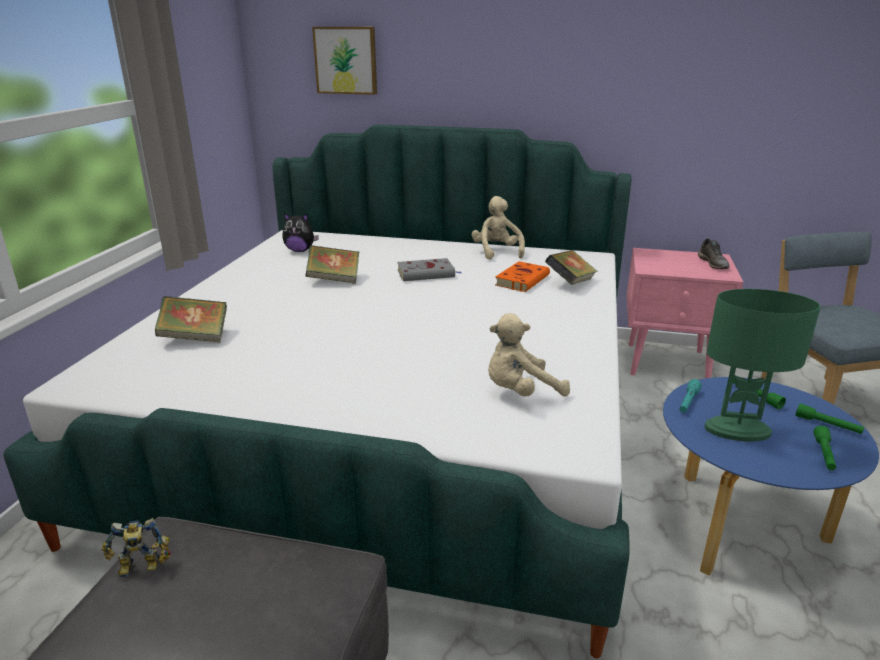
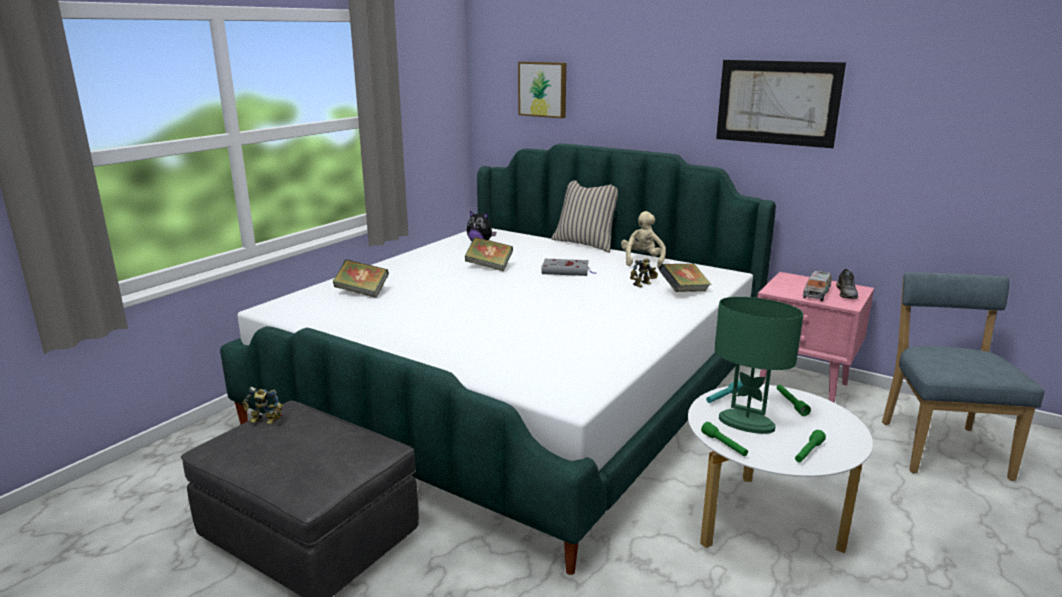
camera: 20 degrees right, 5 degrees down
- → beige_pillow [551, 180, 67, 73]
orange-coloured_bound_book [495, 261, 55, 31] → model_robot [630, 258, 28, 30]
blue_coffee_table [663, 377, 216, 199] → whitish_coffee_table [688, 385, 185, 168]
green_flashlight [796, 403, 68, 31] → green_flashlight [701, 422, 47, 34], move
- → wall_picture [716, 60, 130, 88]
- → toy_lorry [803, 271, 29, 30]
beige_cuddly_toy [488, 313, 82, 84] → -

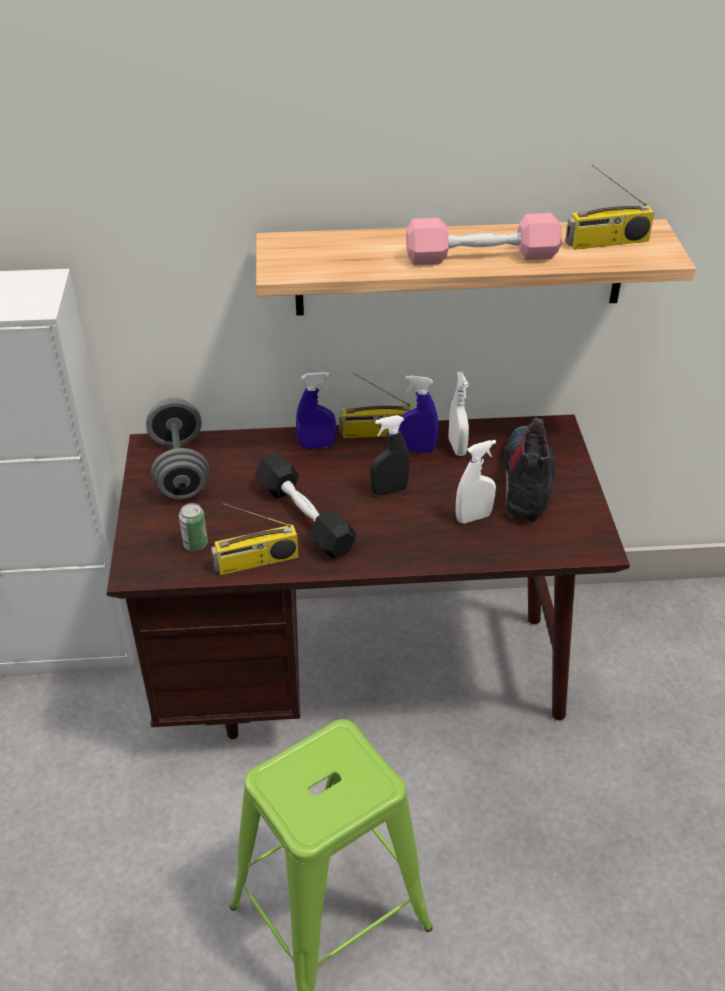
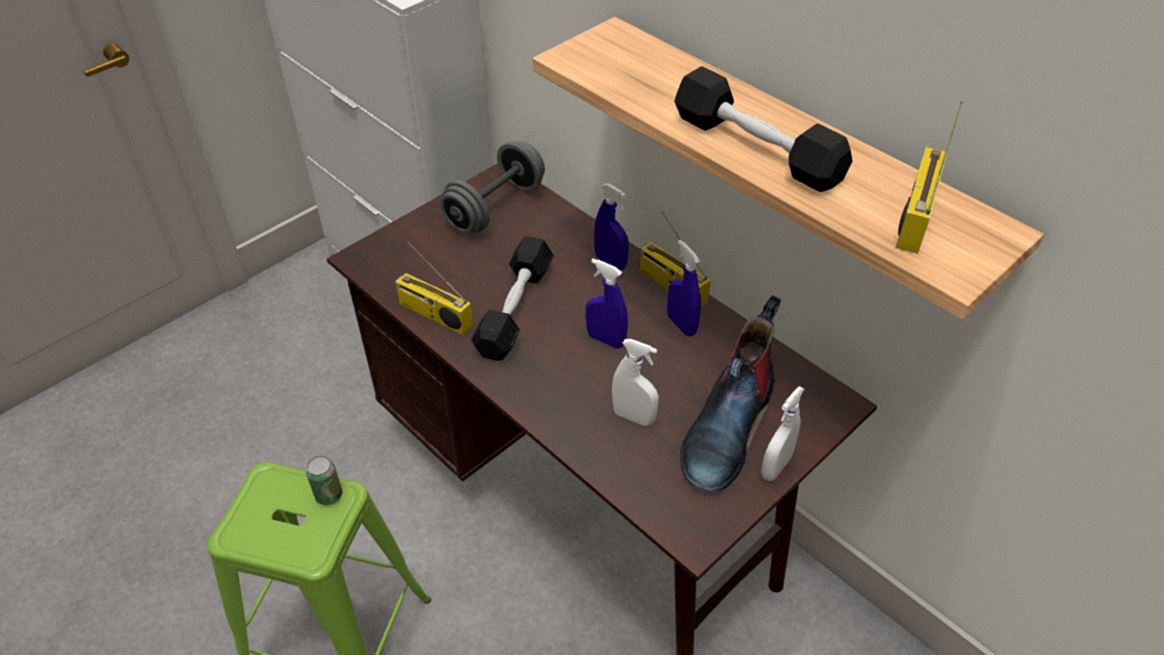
camera: 50 degrees right, 5 degrees up
sealed_can [179, 503, 29, 48] → sealed_can [306, 456, 36, 49], move
black-coloured_hand_sprayer [370, 415, 40, 80] → blue_hand_sprayer [586, 258, 42, 90]
pinkish_hand_weight [406, 213, 156, 52] → black-coloured_hand_weight [674, 66, 178, 126]
boot [504, 418, 51, 105] → boot [680, 295, 101, 197], 150 degrees clockwise
whitish_hand_sprayer [449, 371, 20, 85] → whitish_hand_sprayer [761, 386, 44, 95], move
radio_receiver [565, 165, 89, 85] → radio_receiver [896, 101, 66, 153], 75 degrees clockwise

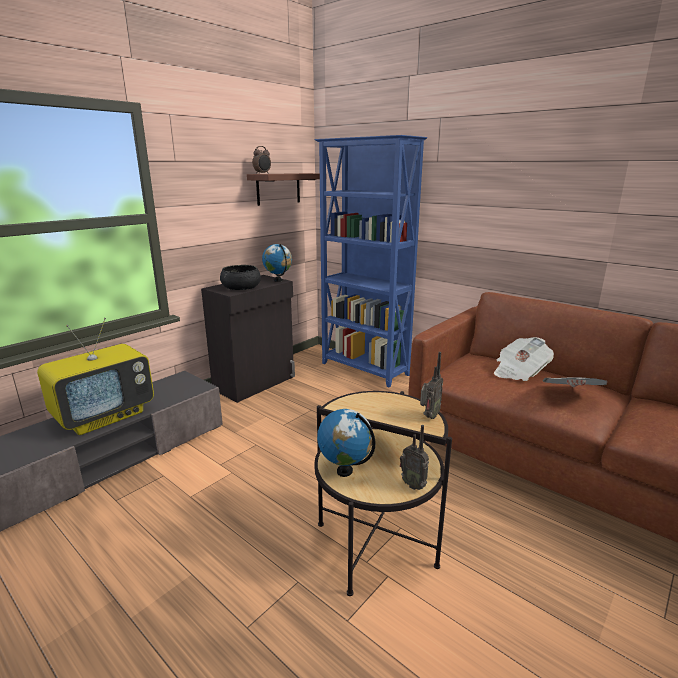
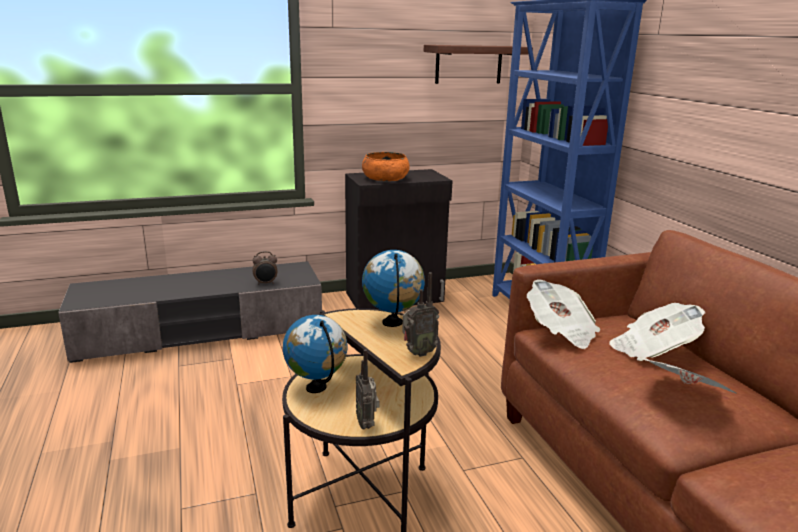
camera: 30 degrees right, 0 degrees up
alarm_clock [252, 146, 19, 28] → alarm_clock [253, 251, 24, 34], move
black-coloured_deep_dish [220, 265, 41, 25] → orange-coloured_deep_dish [362, 152, 48, 29]
desk_globe [262, 244, 30, 38] → desk_globe [362, 250, 63, 77], move
- → printed_paper [527, 279, 74, 70]
TV_set [37, 318, 117, 117] → -

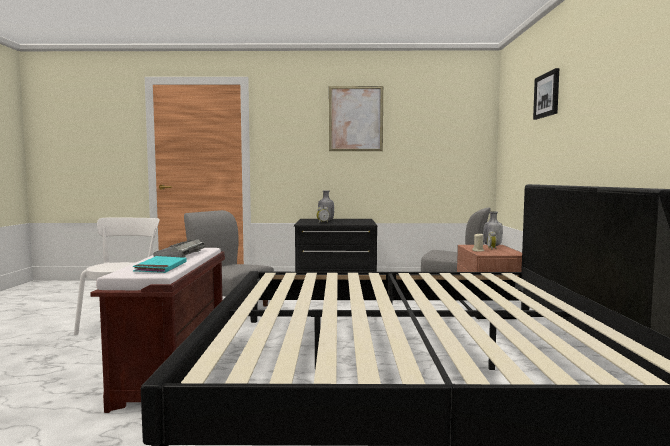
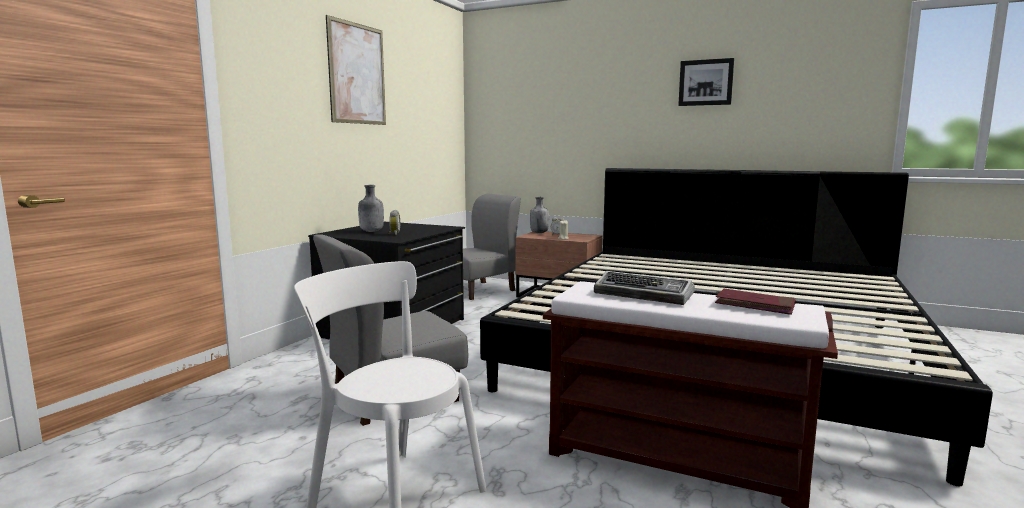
camera: 65 degrees left, 5 degrees up
wall_picture [533, 68, 26, 52] → wall_picture [678, 58, 56, 48], move
blue-green_bound_book [133, 256, 54, 17] → red-coloured_bound_book [715, 289, 81, 26]

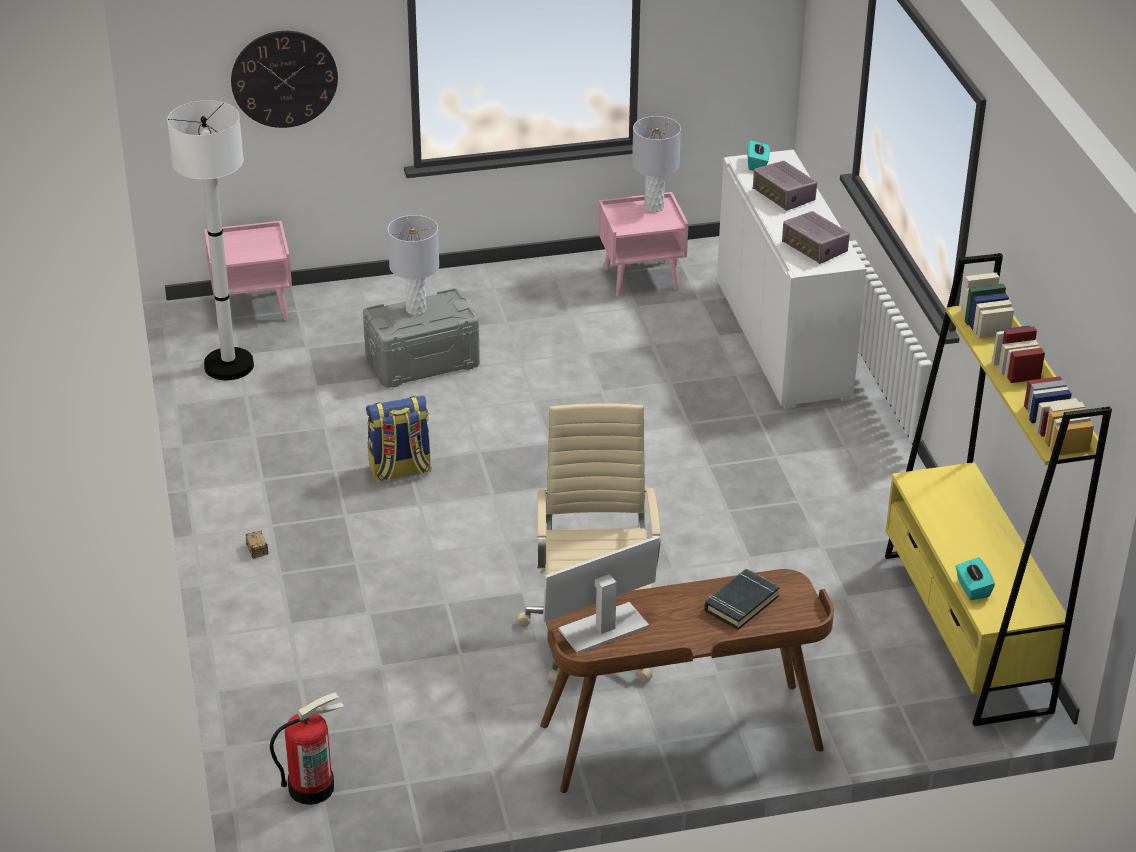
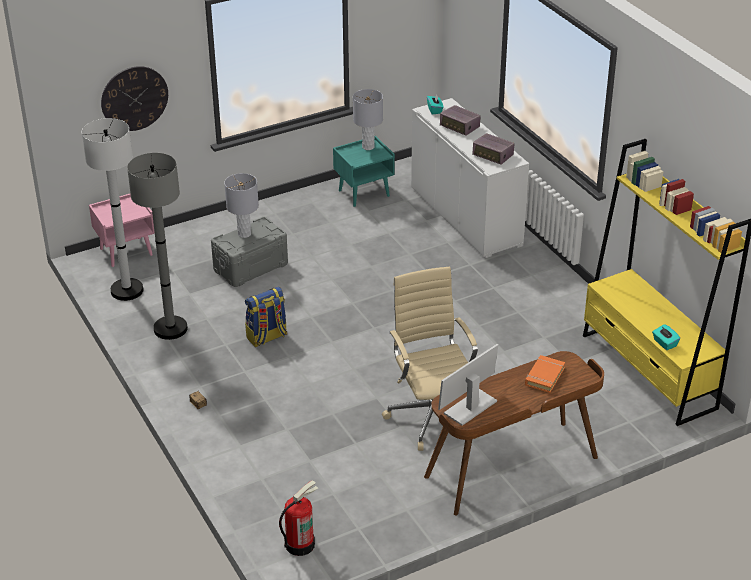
camera: 15 degrees left, 0 degrees up
- → greyish_standard_lamp [127, 153, 61, 187]
pinkish_nightstand [598, 192, 90, 105] → blue-green_nightstand [333, 136, 62, 71]
black-coloured_bound_book [704, 569, 76, 61] → orange-coloured_bound_book [525, 355, 40, 38]

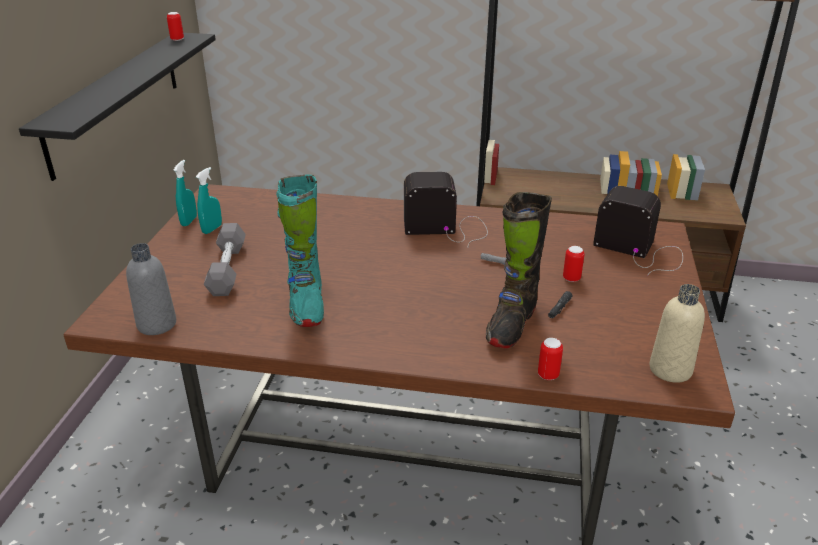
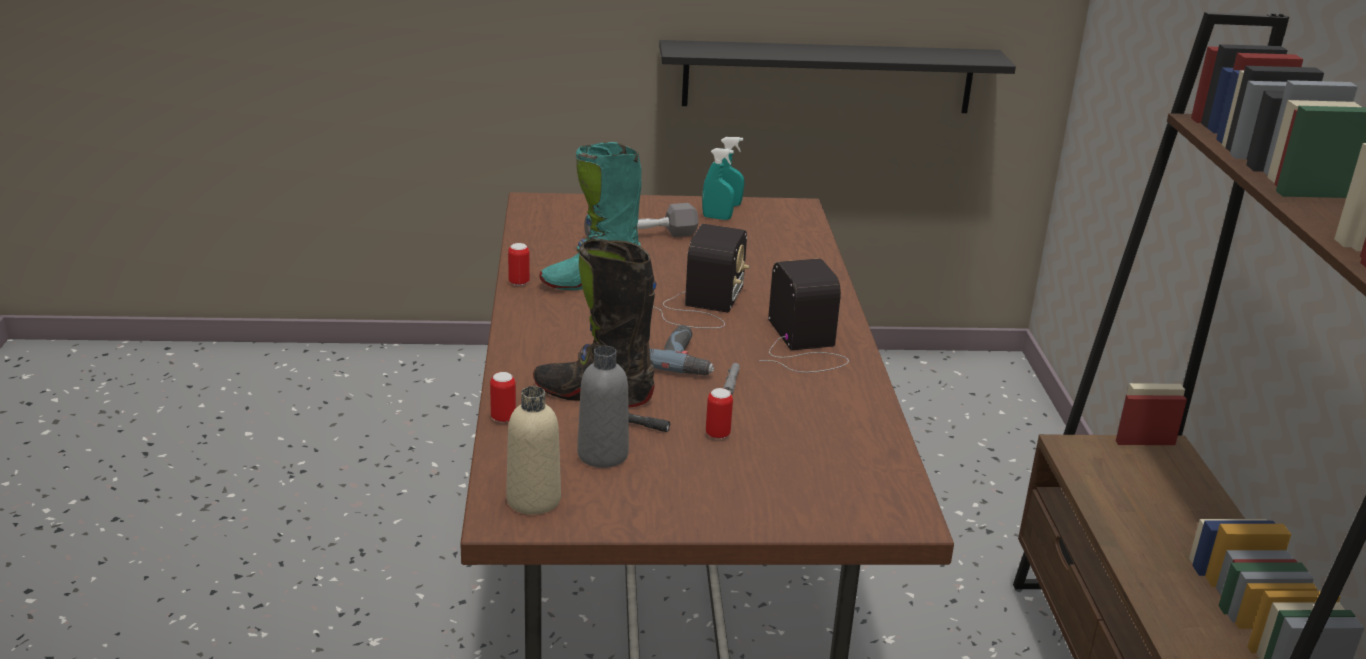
camera: 75 degrees right, 5 degrees down
sealed_can [167, 12, 17, 29] → sealed_can [508, 243, 22, 43], move
greyish_bottle [126, 243, 50, 92] → greyish_bottle [577, 346, 52, 122], move
- → electric_drill [649, 325, 66, 50]
radio_receiver [593, 186, 90, 89] → radio_receiver [653, 224, 97, 105], move

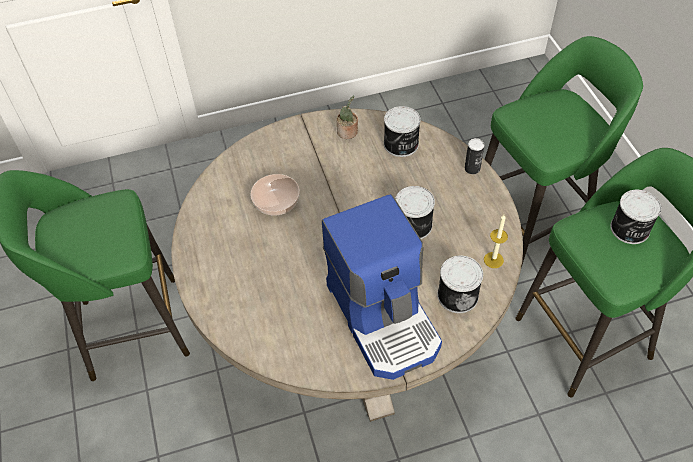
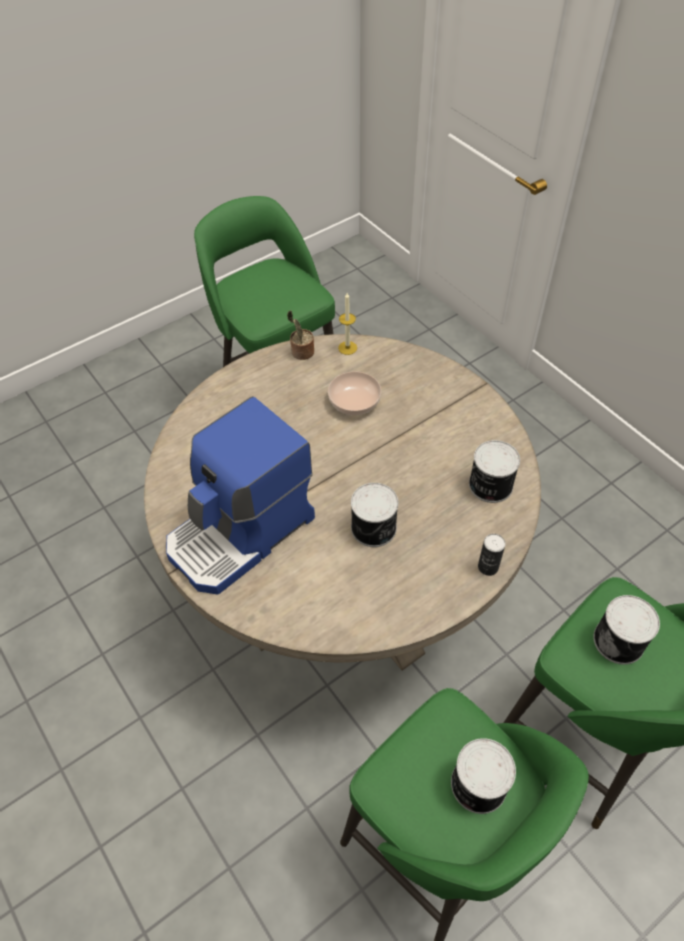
camera: 70 degrees right, 0 degrees up
houseplant [336, 95, 22, 44] → houseplant [287, 310, 27, 50], move
wax_candle [484, 215, 24, 53] → wax_candle [338, 293, 19, 62], move
sealed_can [437, 256, 46, 57] → sealed_can [593, 595, 67, 70], move

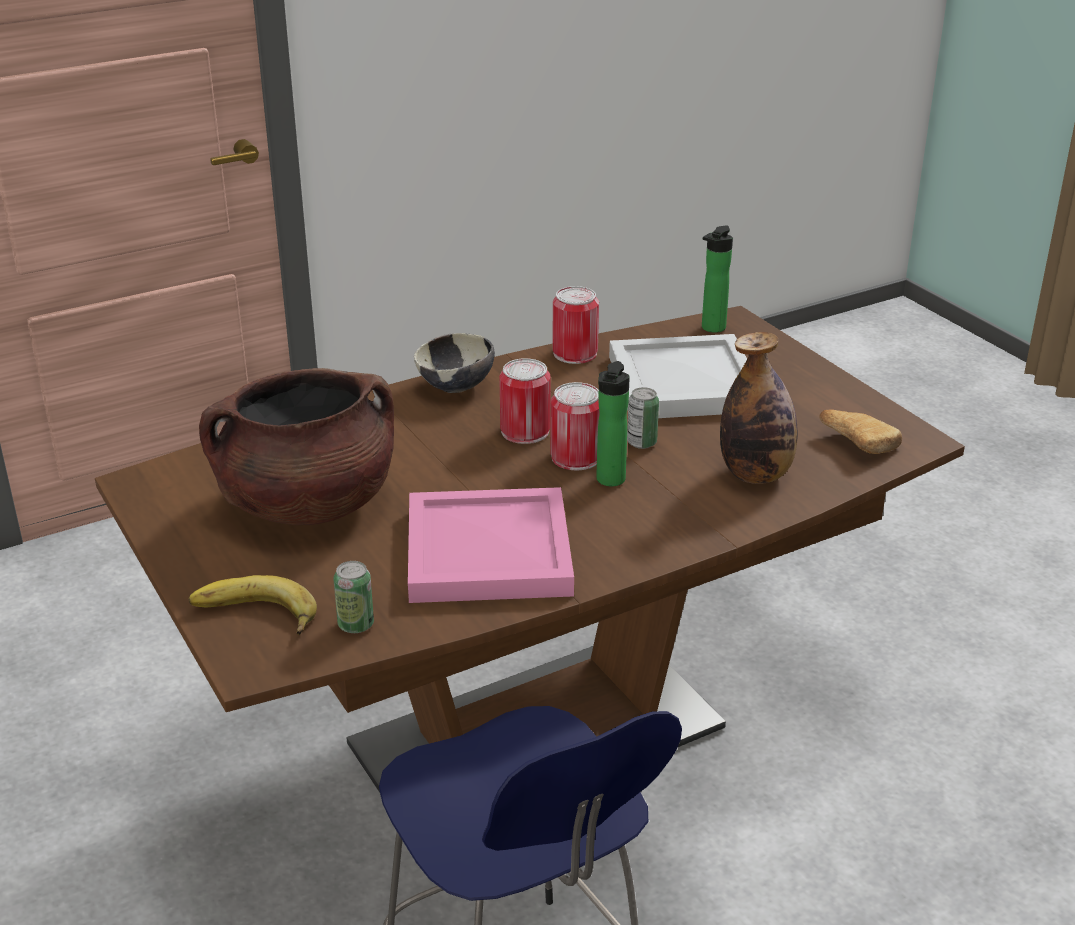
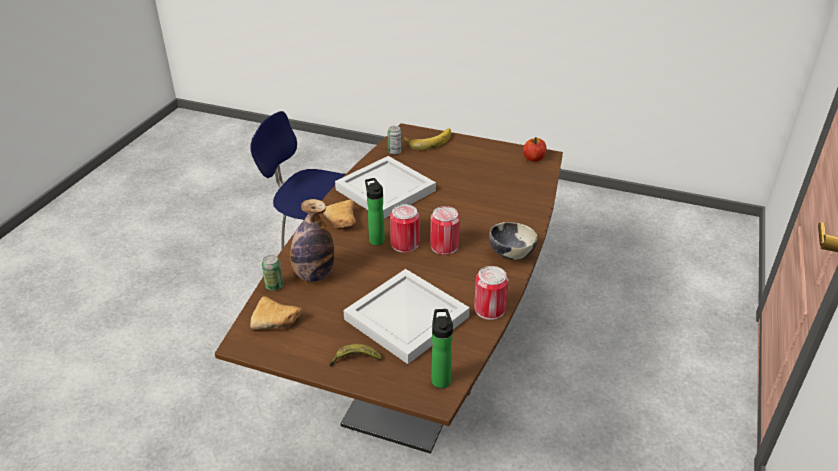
camera: 140 degrees right, 5 degrees up
sealed_can [627, 387, 32, 62] → sealed_can [262, 255, 21, 36], move
- → bakery_bread [323, 200, 33, 28]
- → banana [329, 344, 53, 22]
pinkish_serving_tray [408, 487, 166, 116] → whitish_serving_tray [335, 156, 101, 63]
- → apple_fruit [523, 137, 23, 25]
brown-coloured_saucepot [199, 368, 195, 157] → -

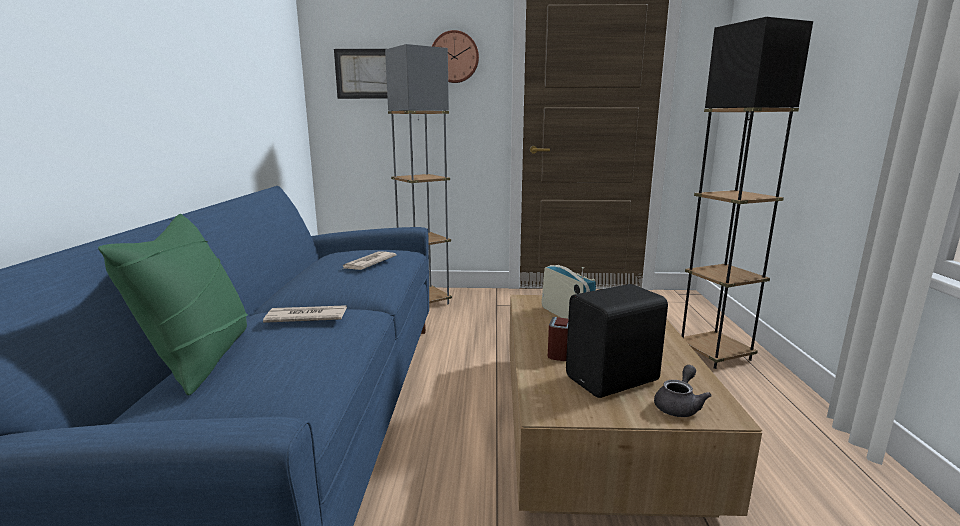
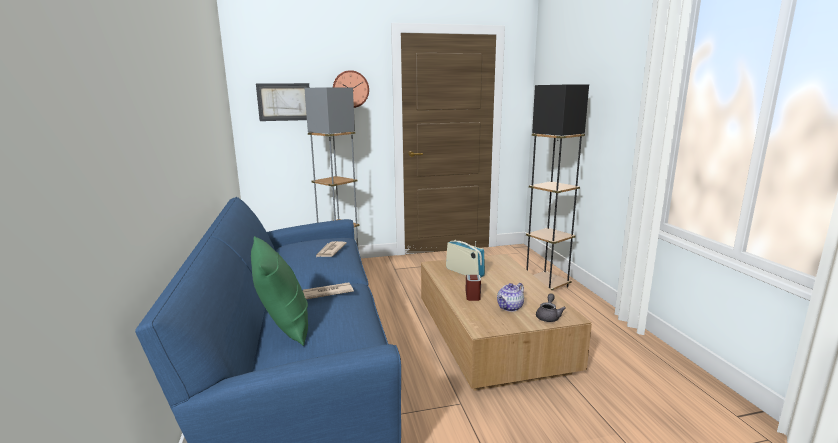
camera: 15 degrees left, 0 degrees up
black-coloured_loudspeaker [566, 284, 102, 114] → pot_for_tea [497, 283, 27, 29]

